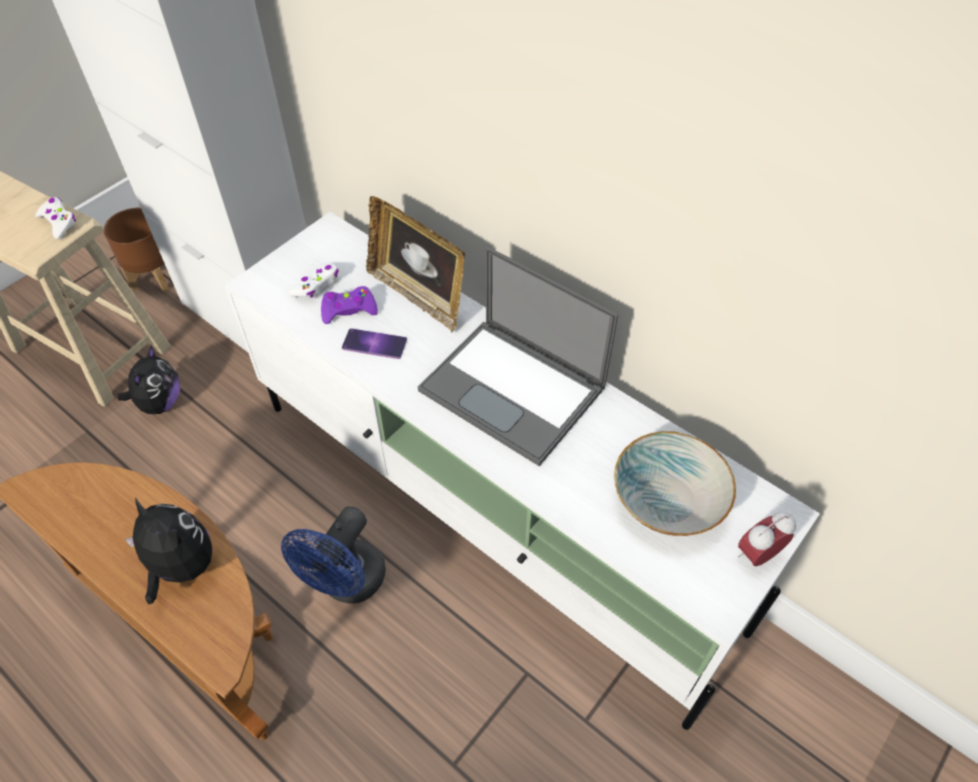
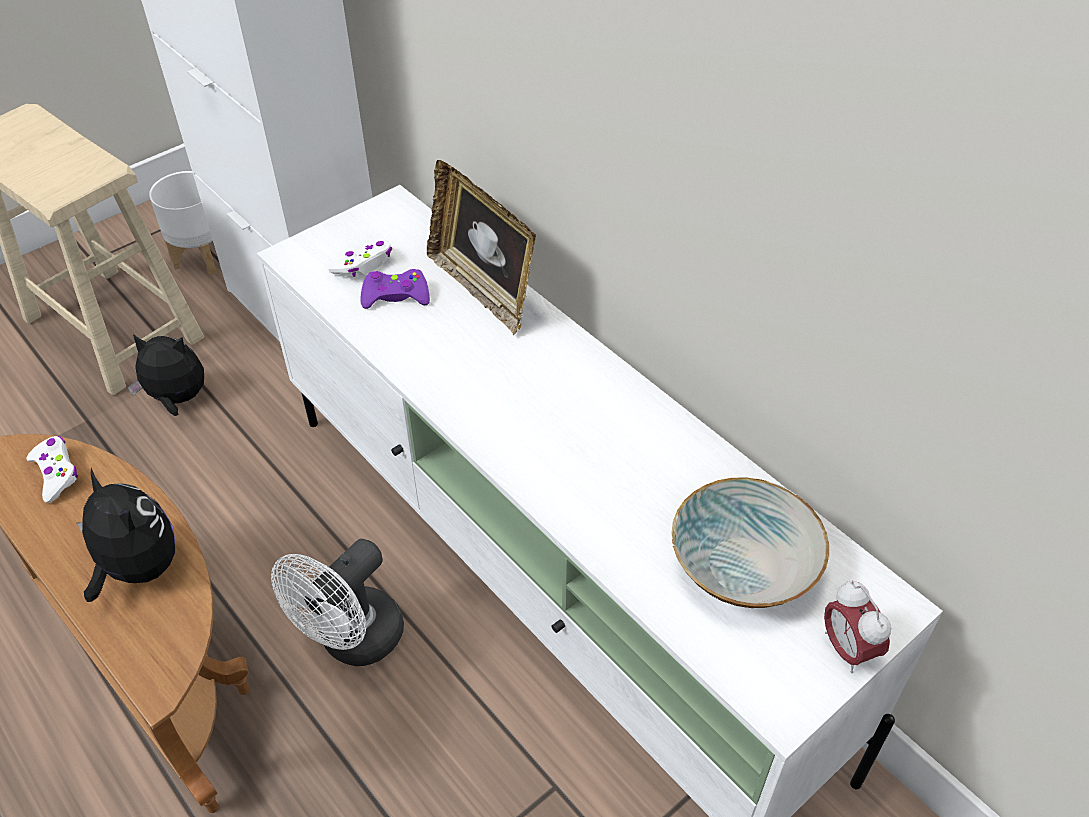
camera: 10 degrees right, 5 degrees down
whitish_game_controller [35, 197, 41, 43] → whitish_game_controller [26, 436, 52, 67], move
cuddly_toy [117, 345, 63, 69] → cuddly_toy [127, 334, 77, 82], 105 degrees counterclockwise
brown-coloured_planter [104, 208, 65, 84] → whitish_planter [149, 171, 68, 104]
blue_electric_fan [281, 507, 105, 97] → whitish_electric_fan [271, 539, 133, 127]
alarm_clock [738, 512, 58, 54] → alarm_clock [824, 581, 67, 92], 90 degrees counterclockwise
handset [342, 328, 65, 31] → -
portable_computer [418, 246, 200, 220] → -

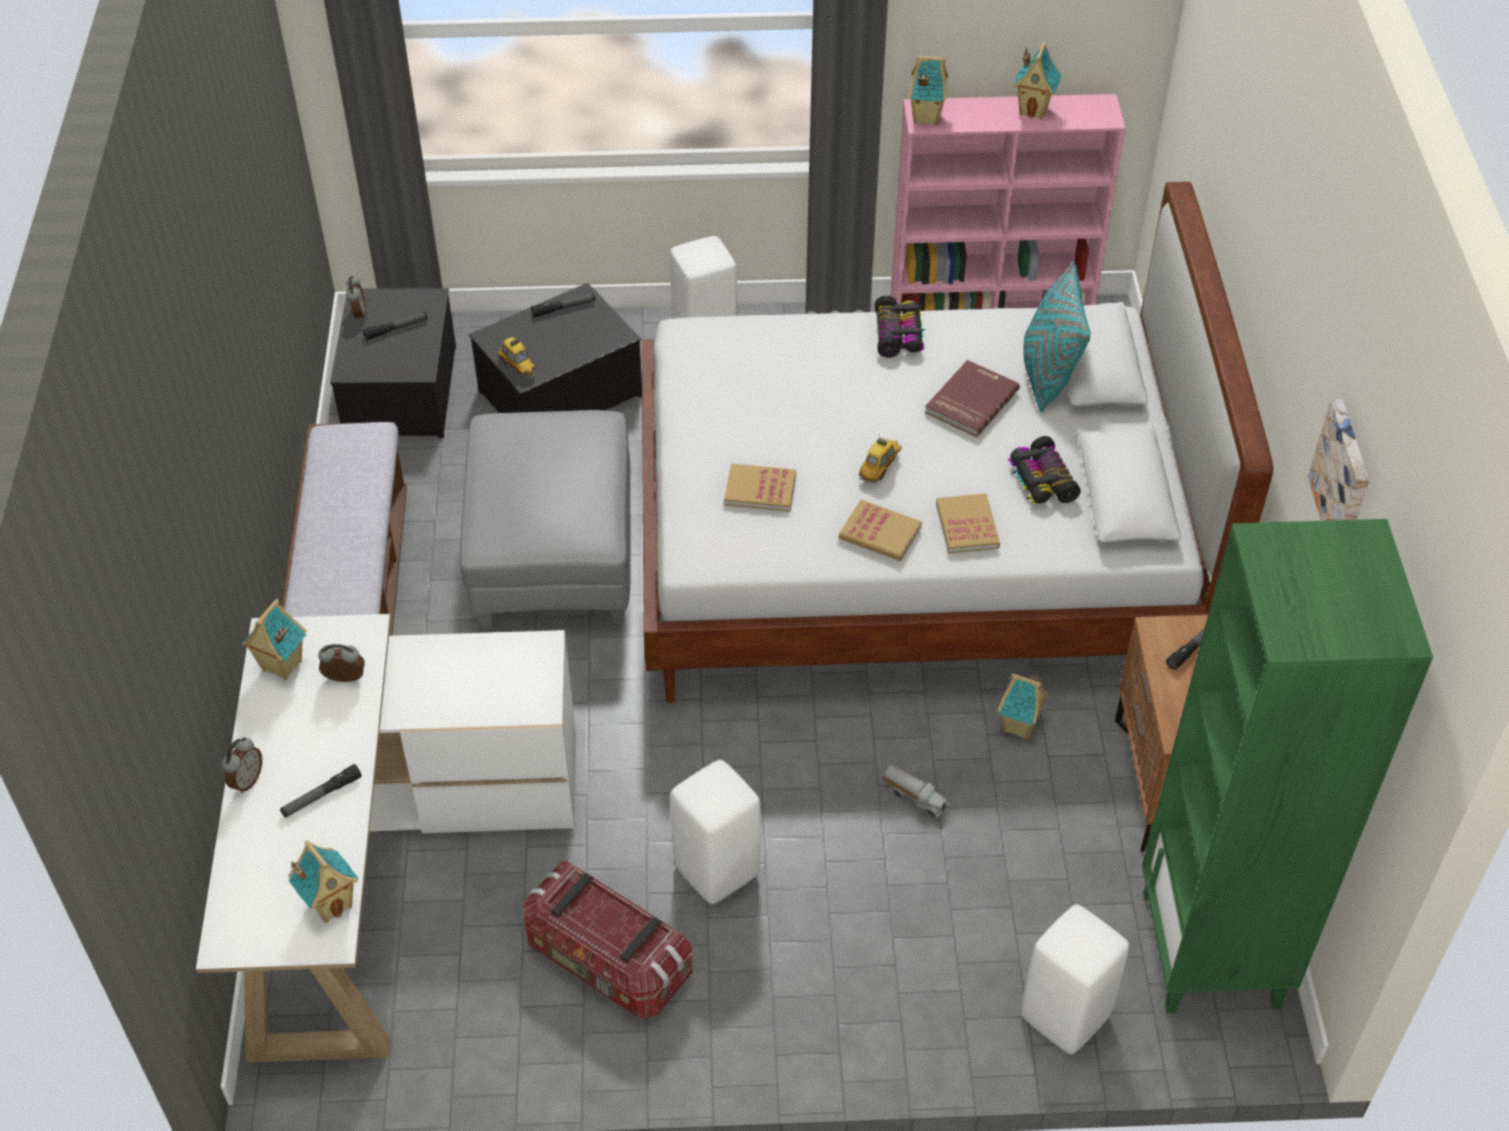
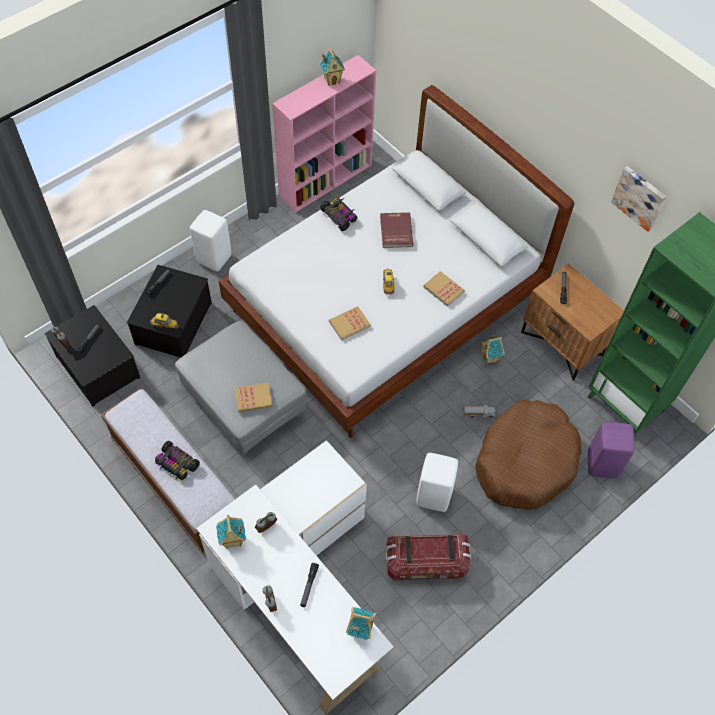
camera: 40 degrees left, 10 degrees up
miniature_car [1008, 436, 73, 68] → miniature_car [155, 441, 45, 40], move
bound_book [839, 500, 83, 61] → bound_book [235, 383, 37, 29], move
- → brown-coloured_pet_bed [475, 400, 106, 110]
whitish_sitting_stool [1021, 904, 108, 150] → purplish_sitting_stool [588, 422, 47, 56]
toy_house [909, 56, 39, 70] → -
blue-green_pillow [1023, 261, 68, 151] → -

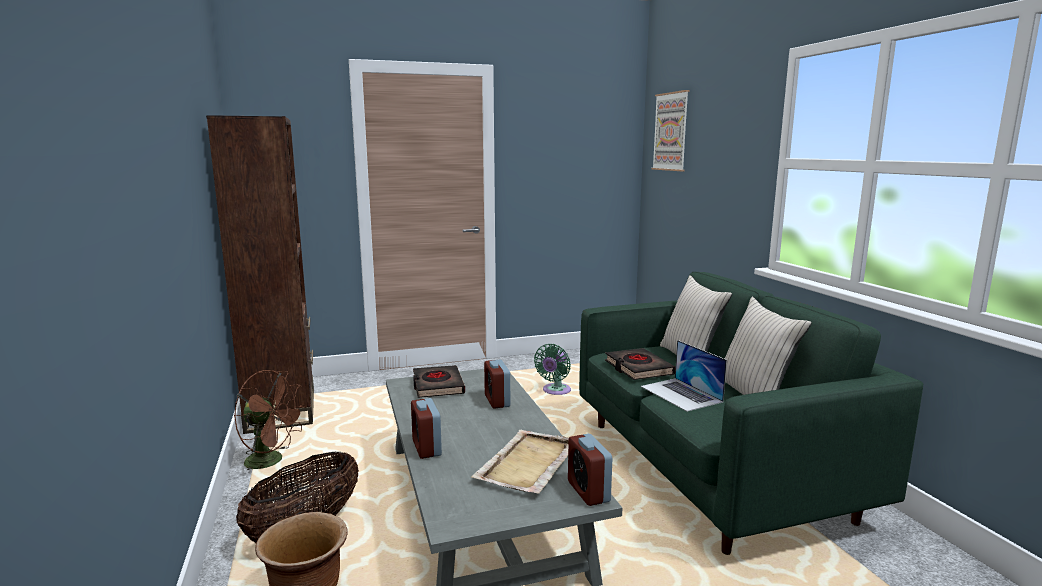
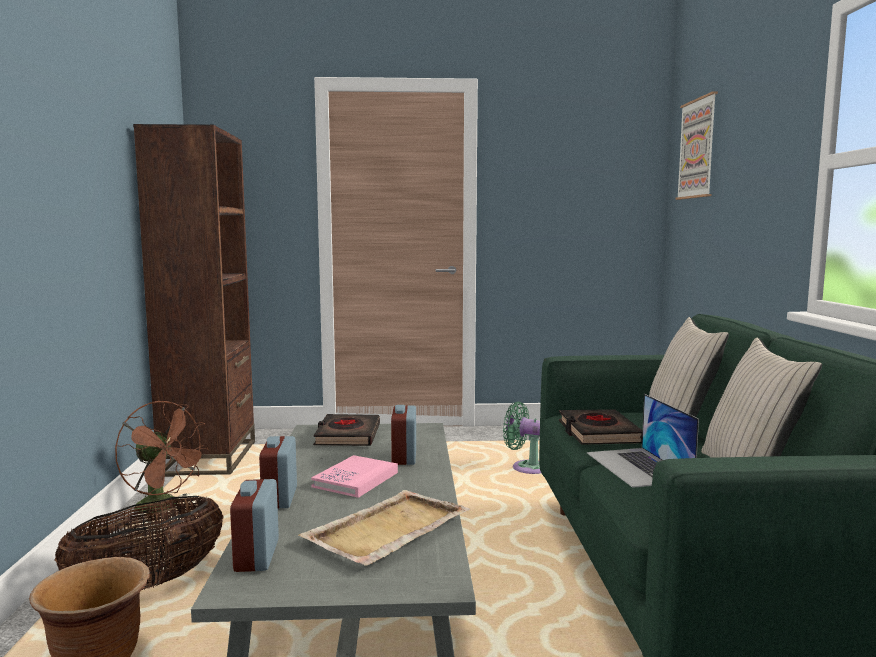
camera: 15 degrees right, 5 degrees down
alarm_clock [568, 434, 44, 72] → alarm_clock [230, 479, 49, 93], move
- → pinkish_bound_book [311, 455, 87, 43]
green_electric_fan [534, 344, 37, 51] → green_electric_fan [503, 402, 38, 72], 75 degrees clockwise

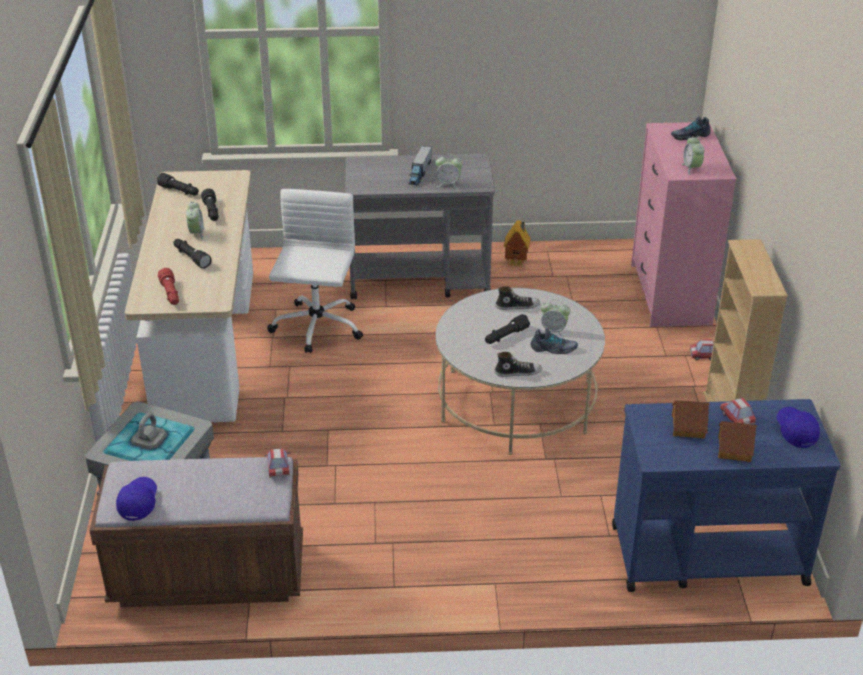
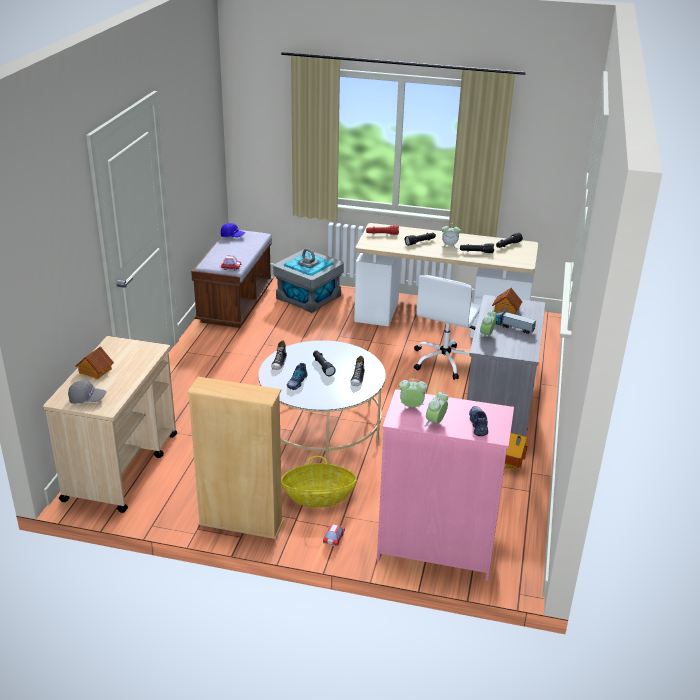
camera: 105 degrees right, 5 degrees down
blue_wheeled_cart [612, 399, 228, 193] → beige_wheeled_cart [43, 336, 134, 177]
blue_baseball_cap [776, 407, 44, 41] → greyish_baseball_cap [68, 381, 39, 23]
- → basket [281, 456, 76, 52]
whitish_office_chair [267, 189, 96, 164] → whitish_office_chair [414, 275, 67, 105], 90 degrees clockwise
alarm_clock [541, 299, 30, 38] → alarm_clock [425, 392, 23, 35], move
toy_house [672, 400, 37, 39] → toy_house [492, 288, 30, 26], move
miniature_car [720, 398, 36, 26] → -

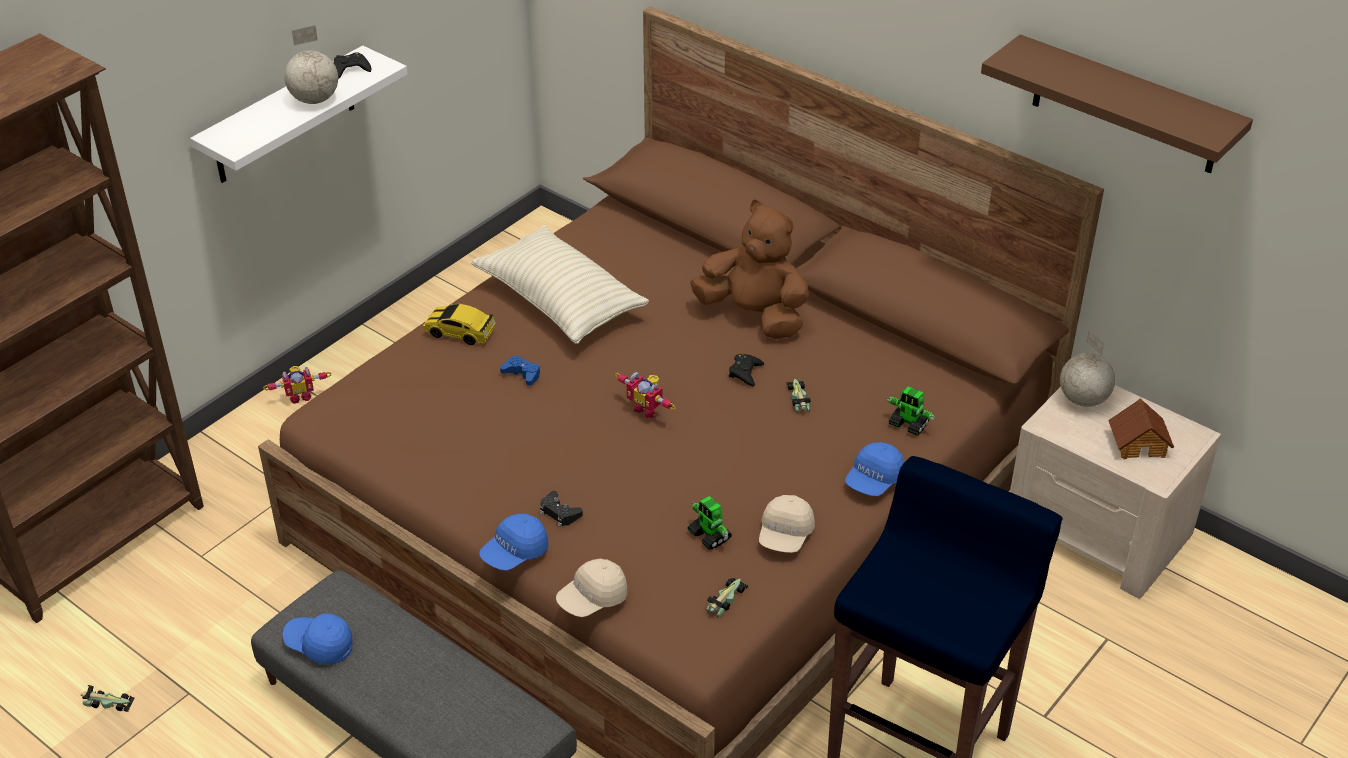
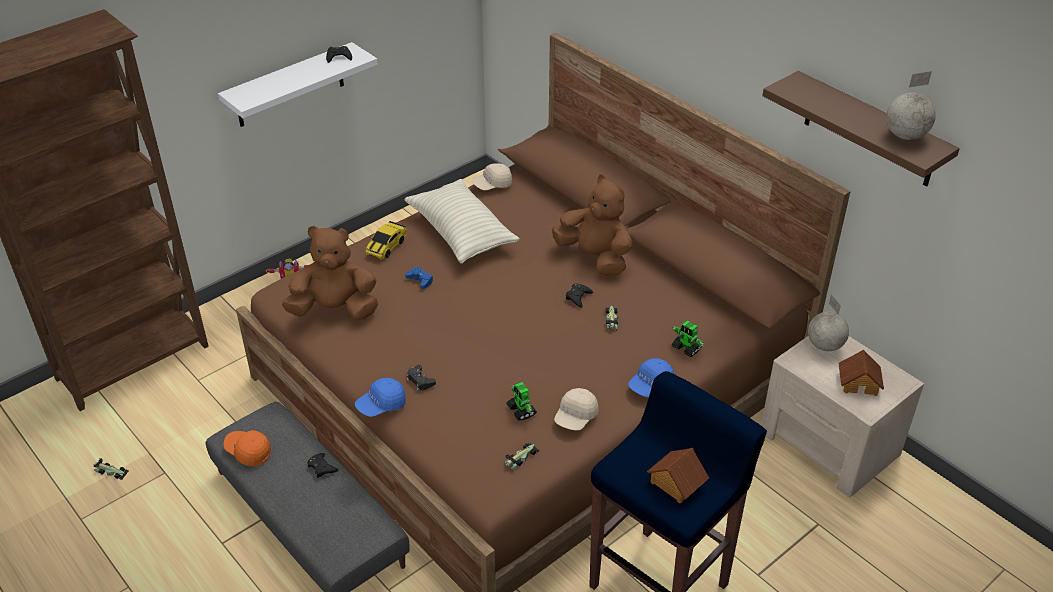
camera: 10 degrees right, 0 degrees up
blue_baseball_cap [283, 613, 70, 52] → orange-coloured_baseball_cap [224, 430, 47, 36]
- → brown-coloured_cuddly_toy [282, 226, 96, 94]
- → black-coloured_game_controller [307, 453, 31, 25]
miniature_car [423, 302, 73, 43] → miniature_car [365, 221, 42, 39], 90 degrees counterclockwise
beige_baseball_cap [556, 559, 71, 58] → beige_baseball_cap [472, 163, 40, 27], move
- → toy_house [647, 448, 62, 56]
desk_globe [284, 25, 54, 79] → desk_globe [886, 71, 50, 69], move
model_robot [615, 372, 60, 47] → -

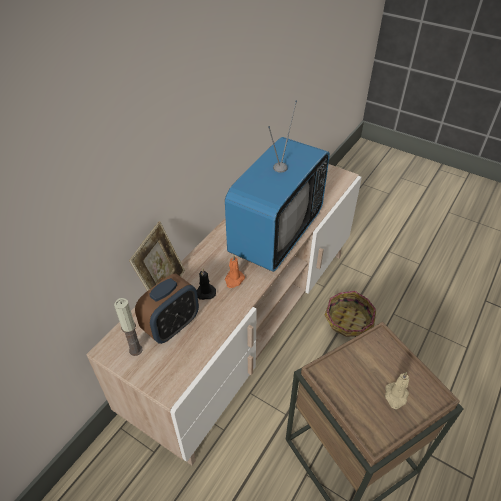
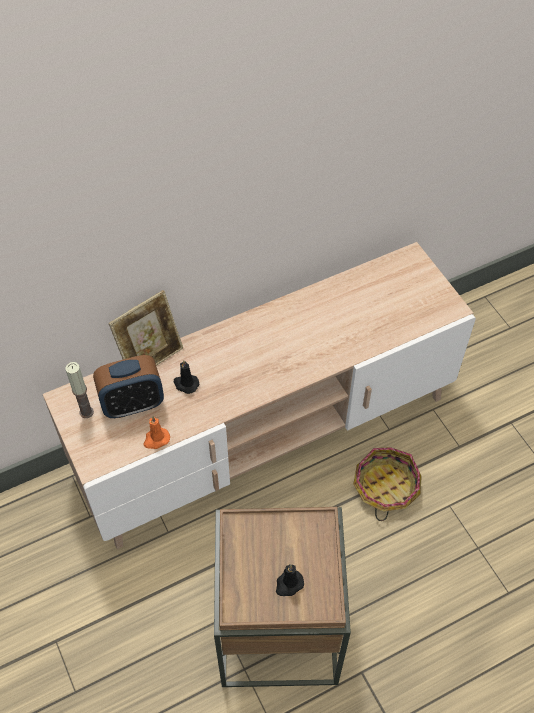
camera: 30 degrees right, 10 degrees up
orange-coloured_wax_candle [225, 254, 20, 34] → orange-coloured_wax_candle [144, 416, 26, 33], move
beige_wax_candle [385, 372, 24, 37] → black-coloured_wax_candle [276, 564, 28, 32]
TV_set [225, 101, 105, 171] → -

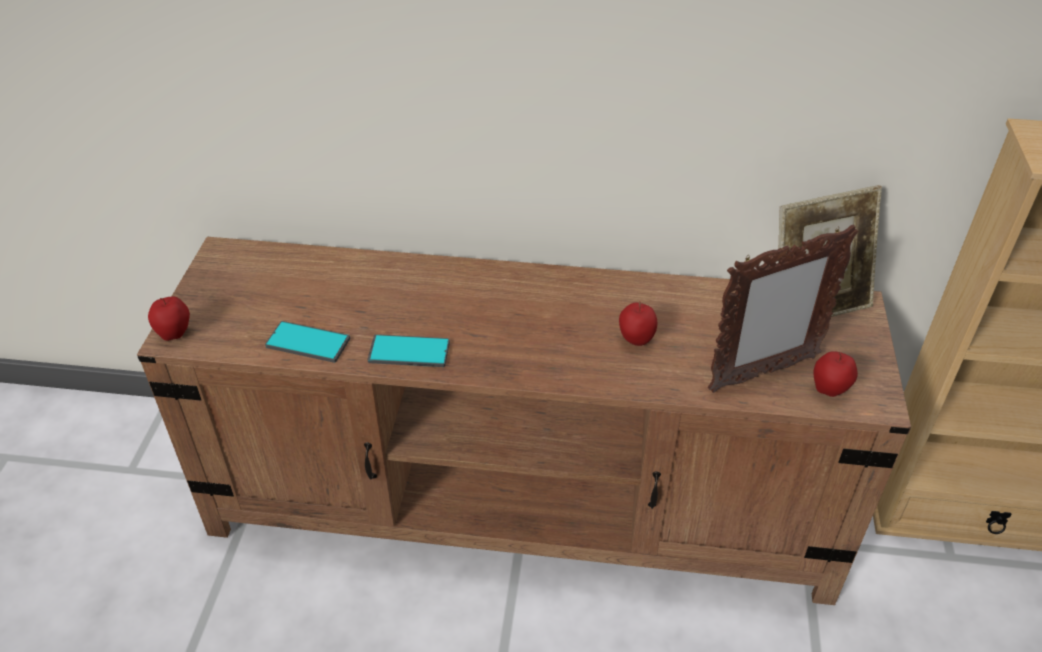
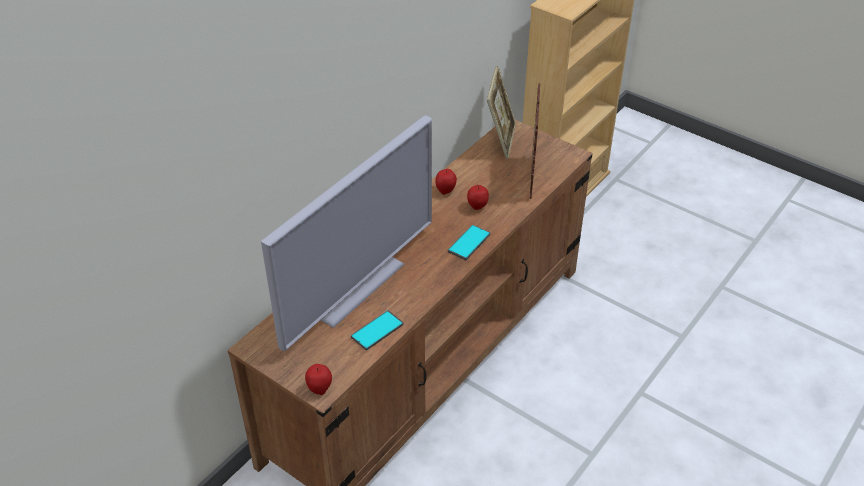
camera: 60 degrees left, 0 degrees up
- → TV_set [261, 115, 171, 236]
apple_fruit [813, 351, 45, 46] → apple_fruit [435, 169, 22, 26], move
handset [368, 334, 82, 33] → handset [448, 225, 42, 35], move

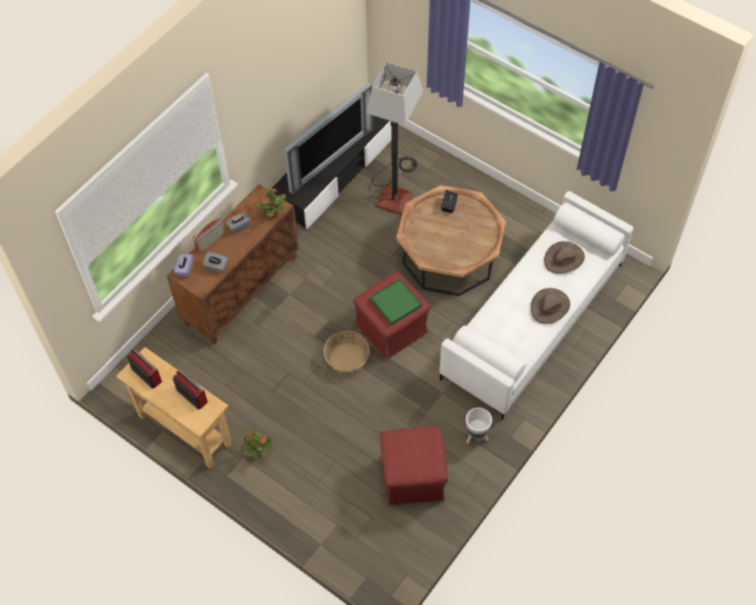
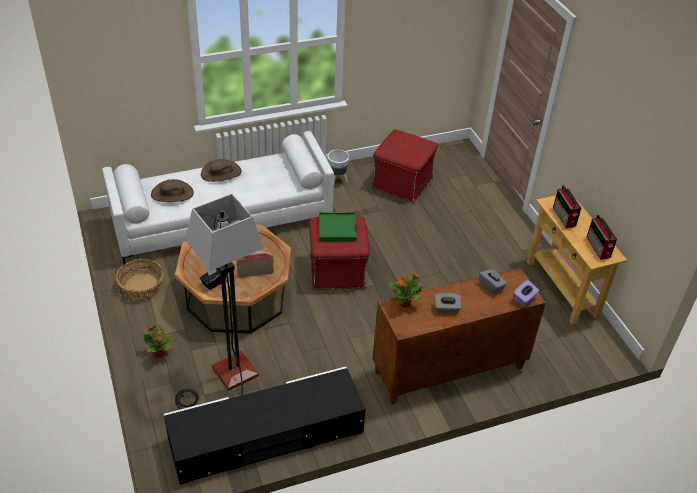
camera: 150 degrees left, 15 degrees down
basket [323, 331, 47, 43] → basket [116, 259, 48, 40], move
houseplant [241, 428, 32, 30] → houseplant [142, 325, 33, 33], move
radio_receiver [193, 217, 32, 36] → radio_receiver [236, 251, 38, 27], move
TV_set [284, 83, 90, 112] → -

